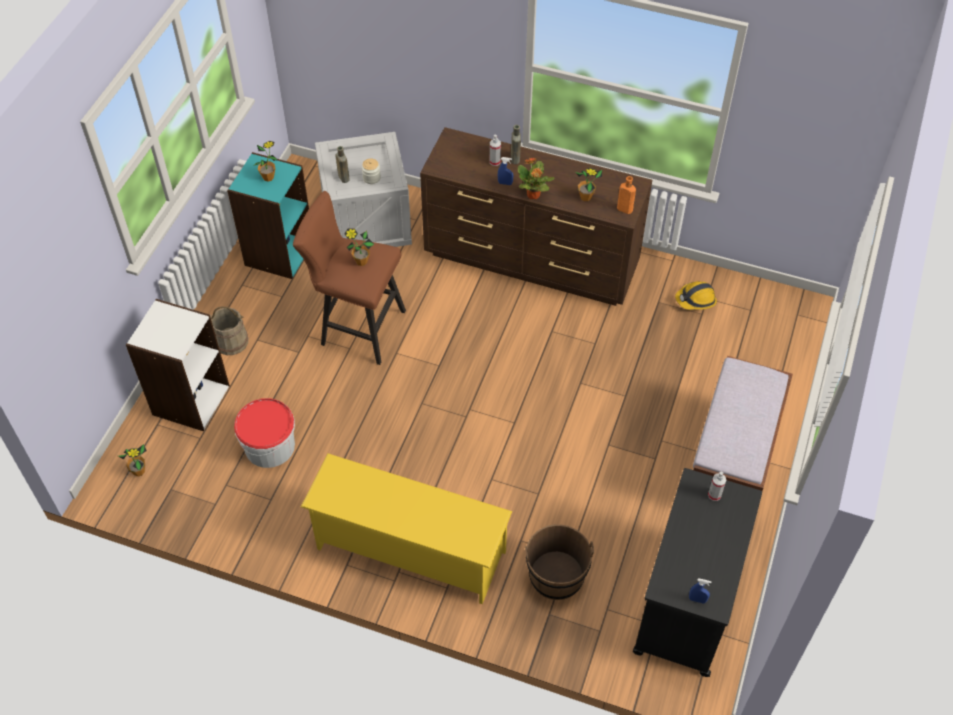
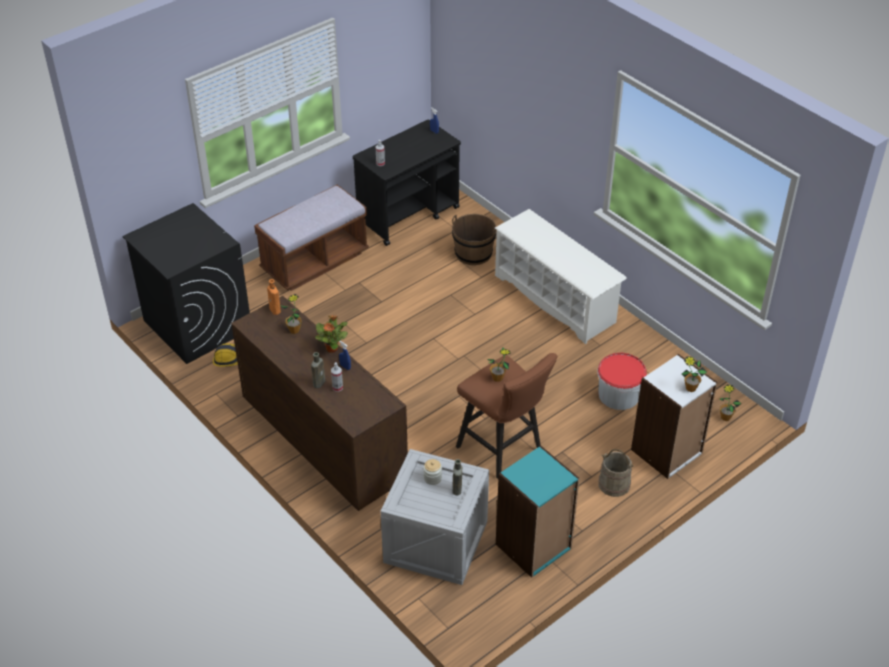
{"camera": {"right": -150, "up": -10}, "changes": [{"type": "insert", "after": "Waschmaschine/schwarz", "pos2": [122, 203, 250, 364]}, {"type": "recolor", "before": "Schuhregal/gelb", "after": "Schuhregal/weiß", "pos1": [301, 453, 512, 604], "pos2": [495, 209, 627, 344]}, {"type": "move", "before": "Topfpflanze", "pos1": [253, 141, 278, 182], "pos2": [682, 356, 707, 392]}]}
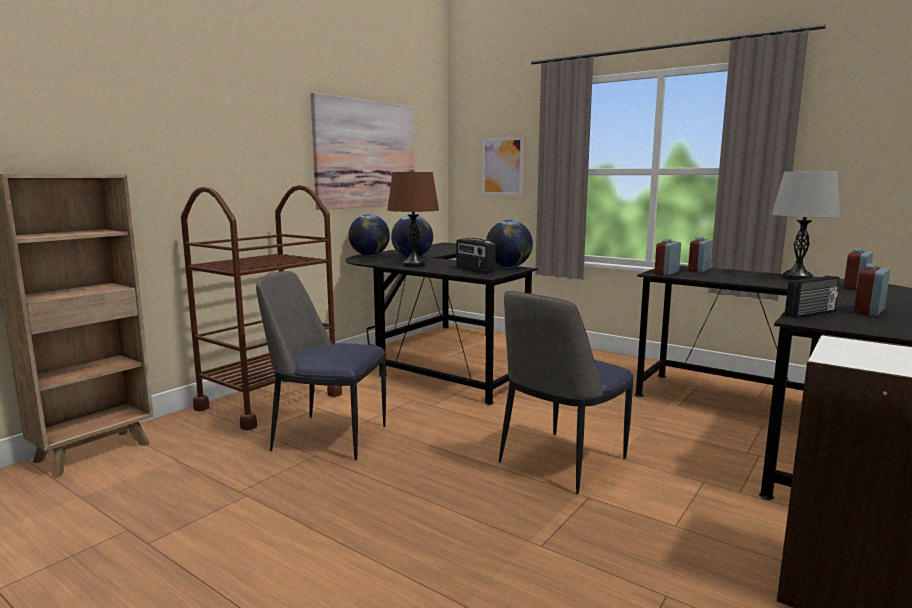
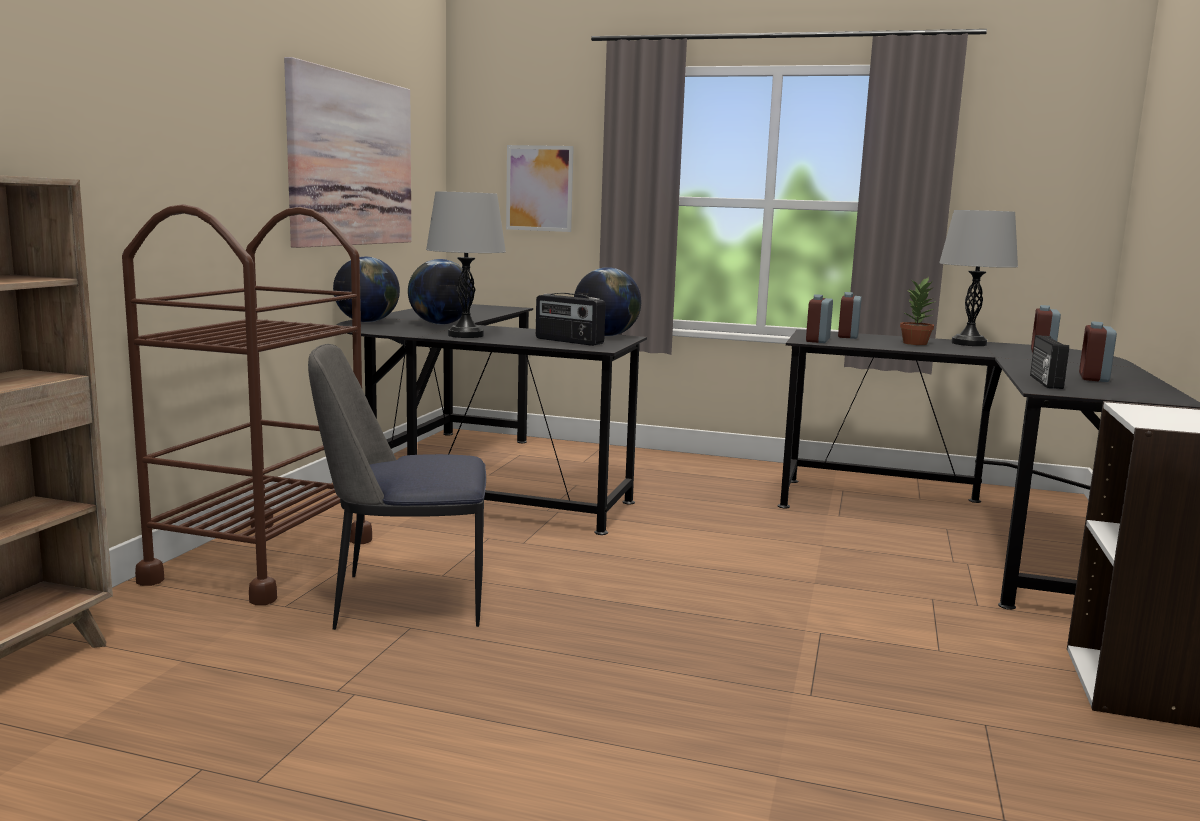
{"camera": {"right": -20, "up": 0}, "changes": [{"type": "recolor", "before": "Tischlampe/braun", "after": "Tischlampe/grau", "pos1": [387, 172, 439, 267], "pos2": [426, 191, 506, 338]}, {"type": "insert", "after": "Topfpflanze", "pos2": [900, 277, 936, 345]}, {"type": "rotate", "before": "Radio", "pos1": [785, 275, 839, 318], "pos2": [1030, 335, 1069, 389], "turn": 150}, {"type": "delete", "before": "Stuhl", "pos1": [499, 291, 634, 494]}]}
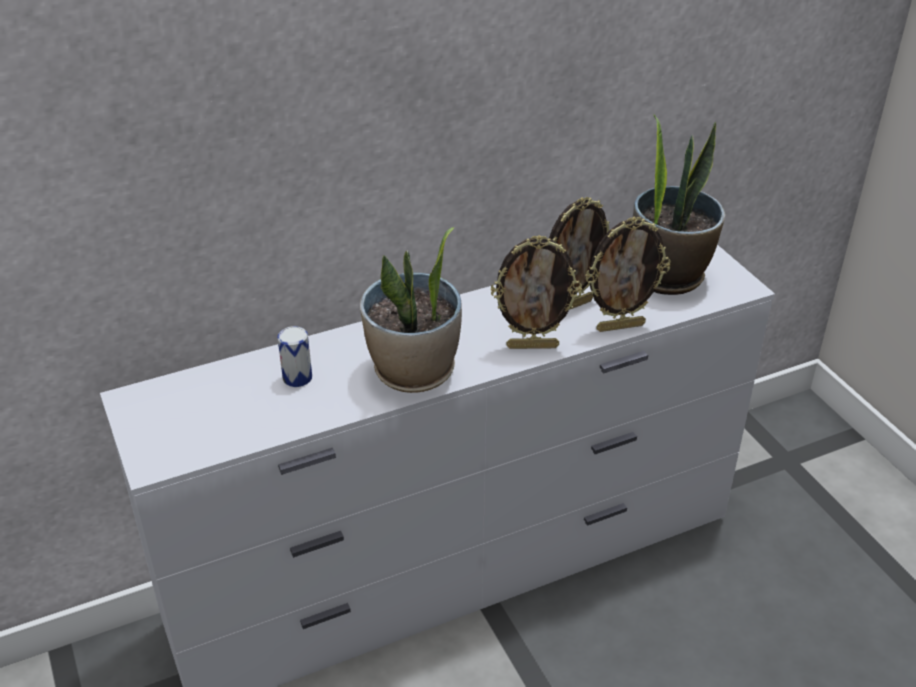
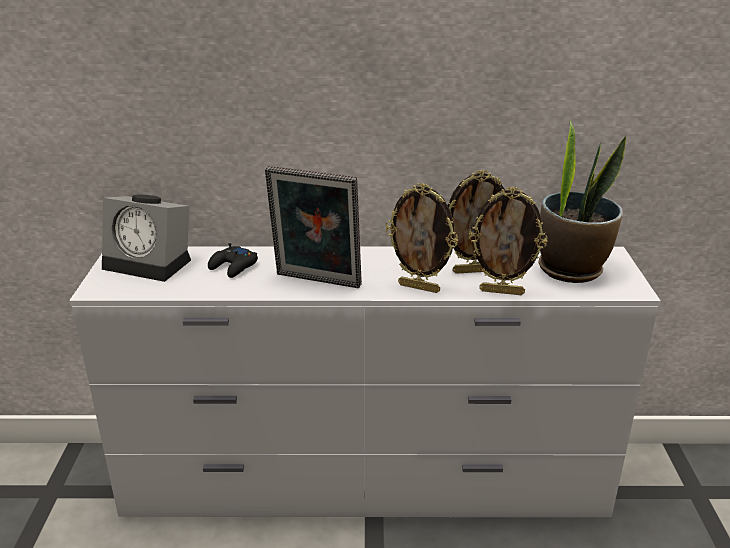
{"camera": {"right": 25, "up": -10}, "changes": [{"type": "insert", "after": "Wecker", "pos2": [102, 195, 191, 282]}, {"type": "replace", "before": "Dose", "after": "Gamepad/schwarz", "pos1": [277, 326, 312, 387], "pos2": [208, 243, 258, 278]}, {"type": "replace", "before": "Topfpflanze", "after": "Bilderrahmen", "pos1": [360, 227, 462, 393], "pos2": [265, 166, 362, 288]}]}
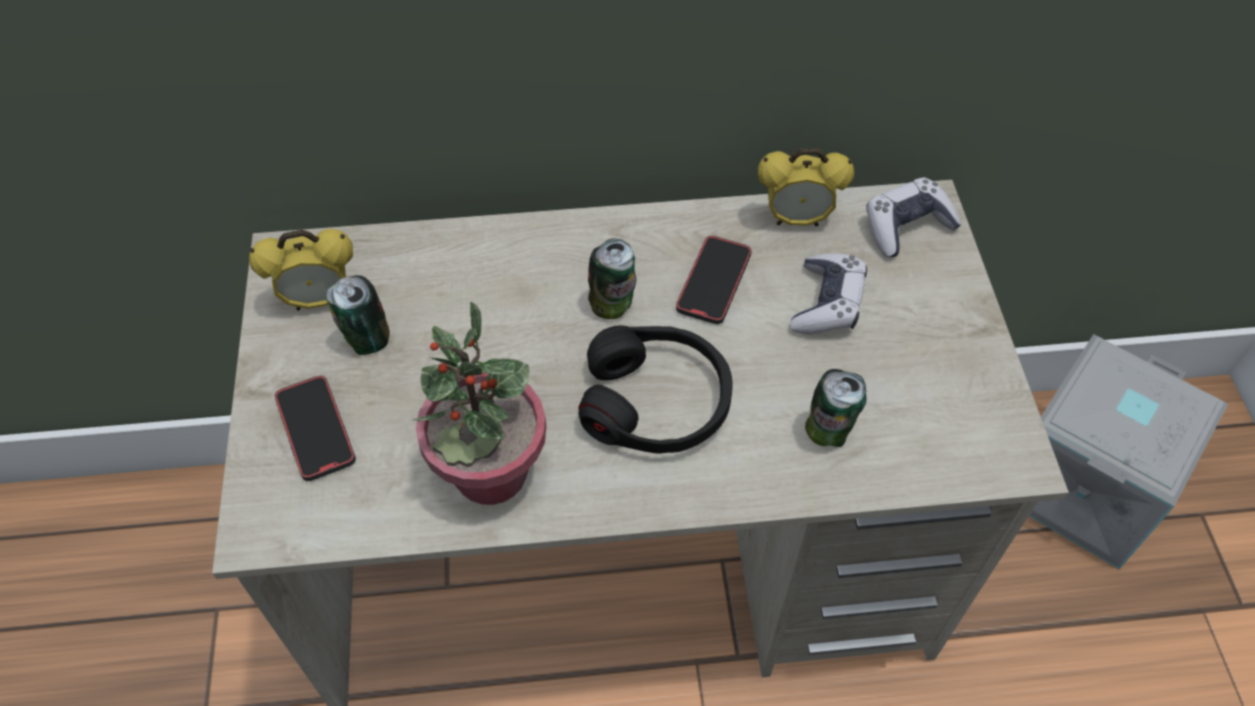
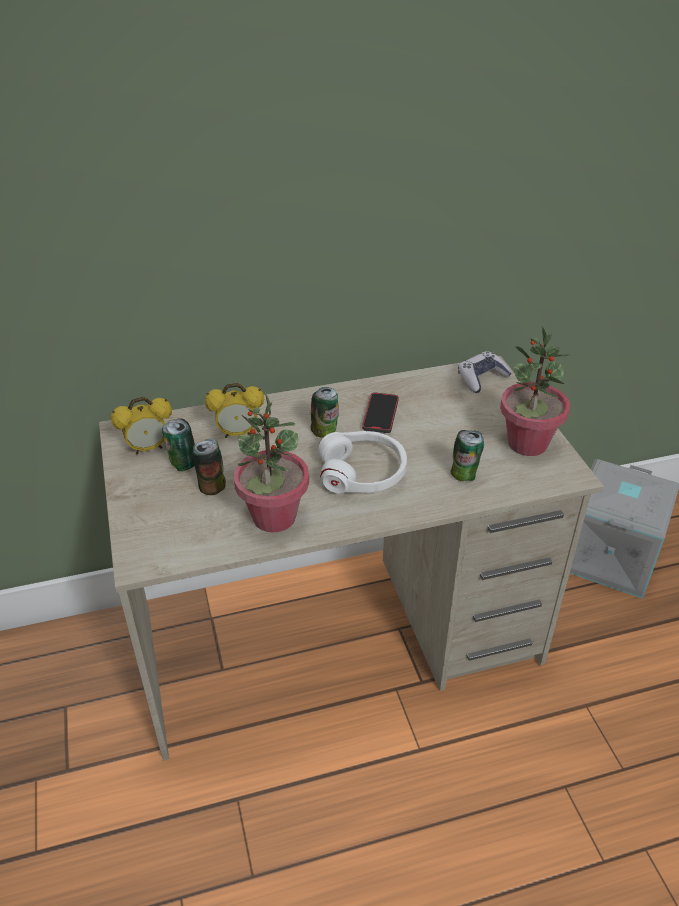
{"camera": {"right": -10, "up": -15}, "changes": [{"type": "insert", "after": "Dose", "pos2": [193, 439, 226, 495]}, {"type": "move", "before": "Wecker", "pos1": [758, 148, 854, 226], "pos2": [205, 383, 264, 438]}, {"type": "recolor", "before": "Kopfhörer/schwarz", "after": "Kopfhörer/weiß", "pos1": [579, 325, 732, 453], "pos2": [318, 431, 407, 494]}, {"type": "insert", "after": "Topfpflanze", "pos2": [500, 326, 571, 456]}, {"type": "delete", "before": "Handy", "pos1": [275, 376, 356, 481]}, {"type": "delete", "before": "Gamepad", "pos1": [790, 253, 867, 334]}]}
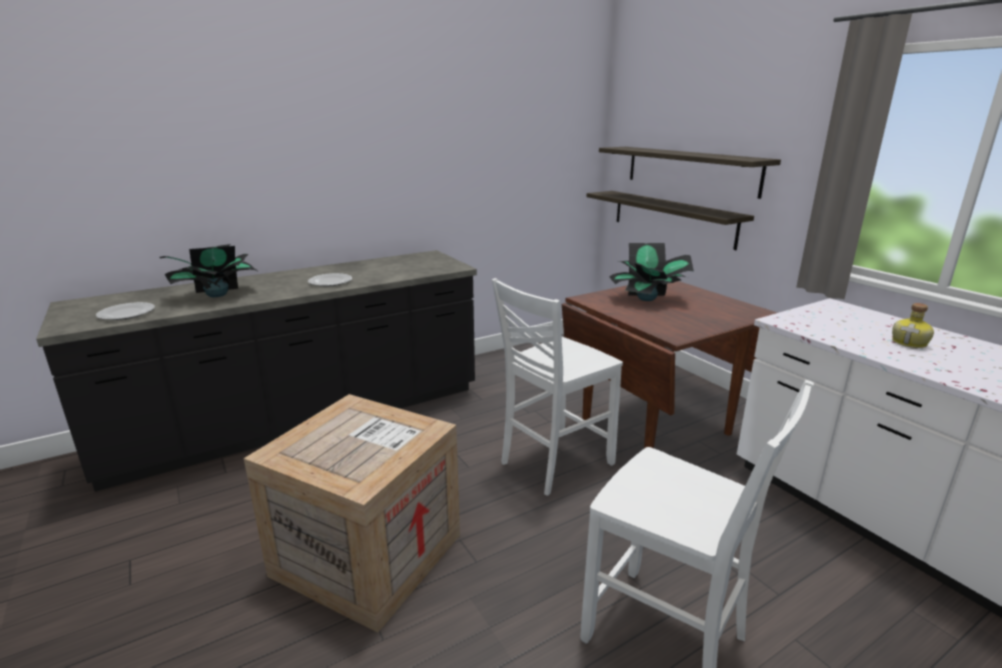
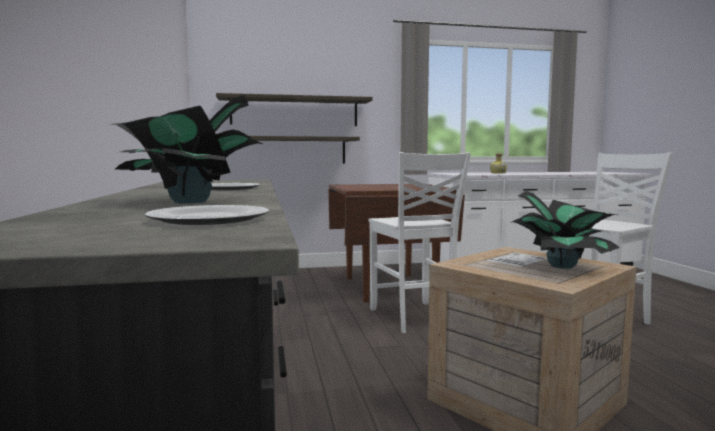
{"camera": {"right": -70, "up": -15}, "changes": [{"type": "move", "before": "Topfpflanze", "pos1": [609, 243, 694, 301], "pos2": [512, 191, 620, 269]}]}
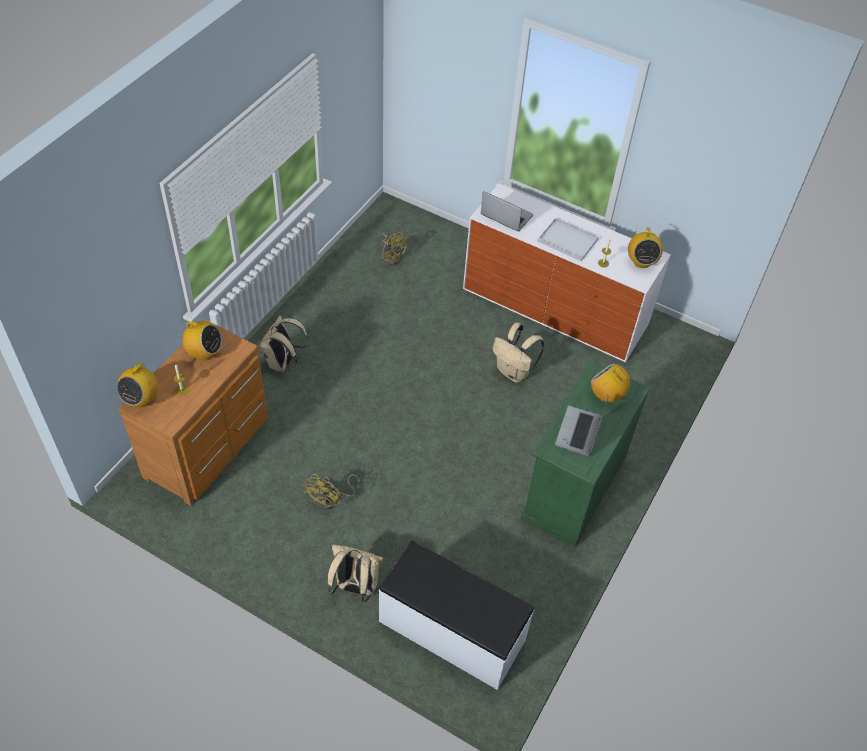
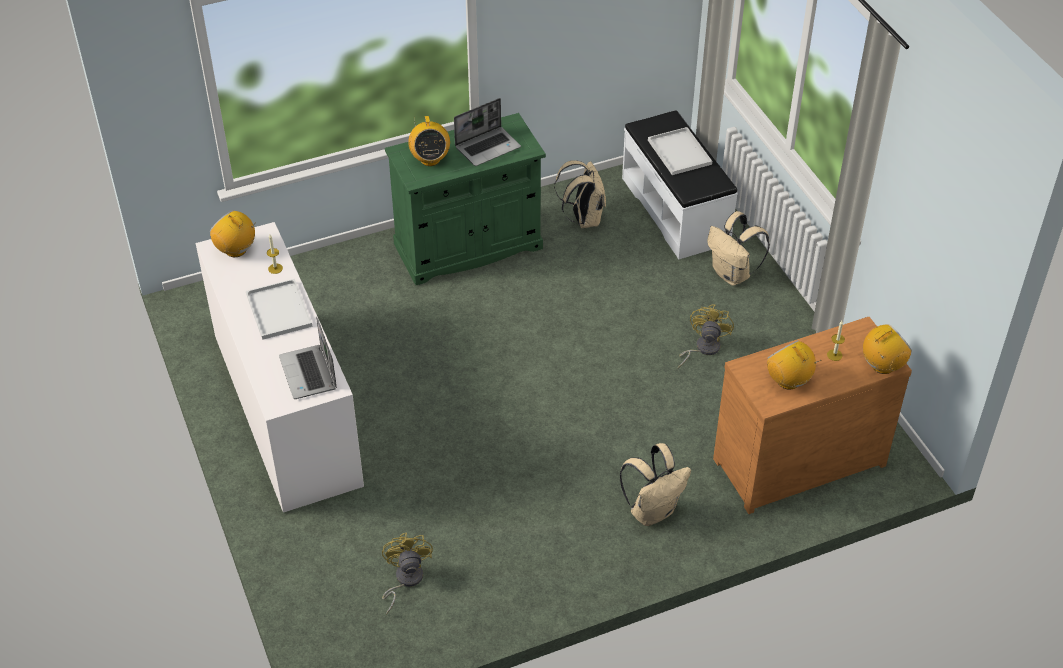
{"camera": {"right": -140, "up": -5}, "changes": [{"type": "rotate", "before": "Radio", "pos1": [628, 227, 663, 268], "pos2": [210, 210, 256, 257], "turn": -90}, {"type": "move", "before": "Rucksack/beige", "pos1": [493, 323, 544, 383], "pos2": [554, 160, 606, 228]}, {"type": "insert", "after": "Tablett/weiß", "pos2": [648, 127, 712, 175]}, {"type": "rotate", "before": "Ventilator/gelb", "pos1": [304, 474, 360, 509], "pos2": [678, 305, 734, 368], "turn": -45}]}
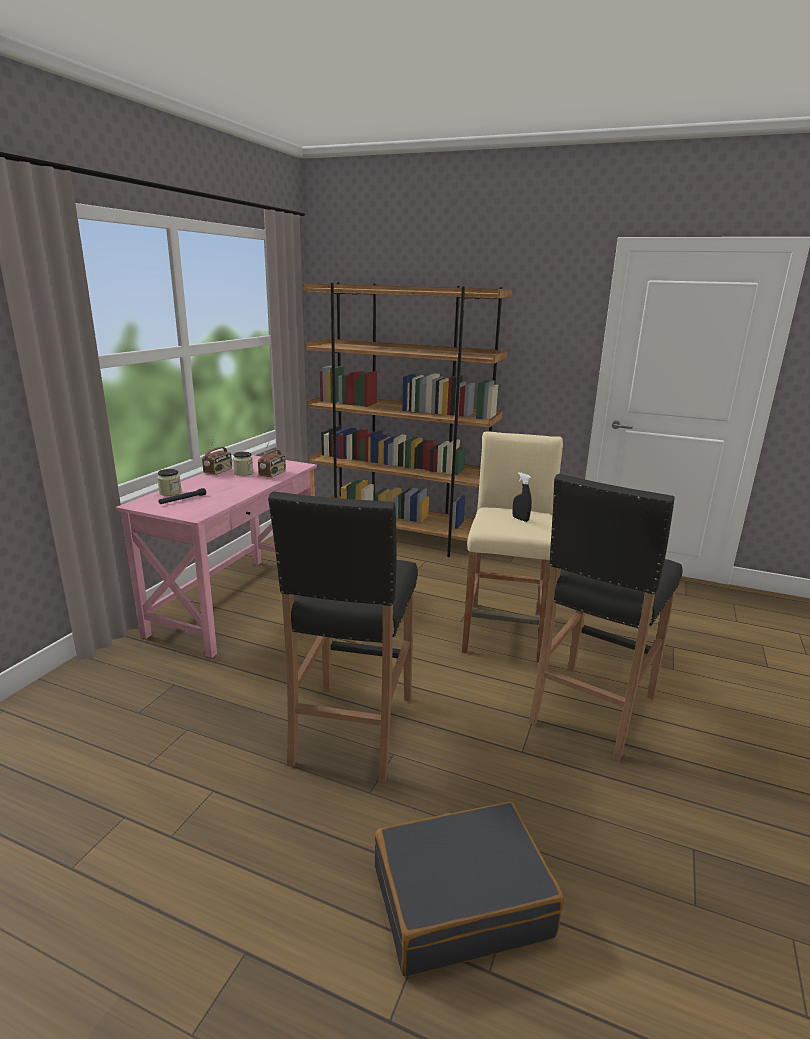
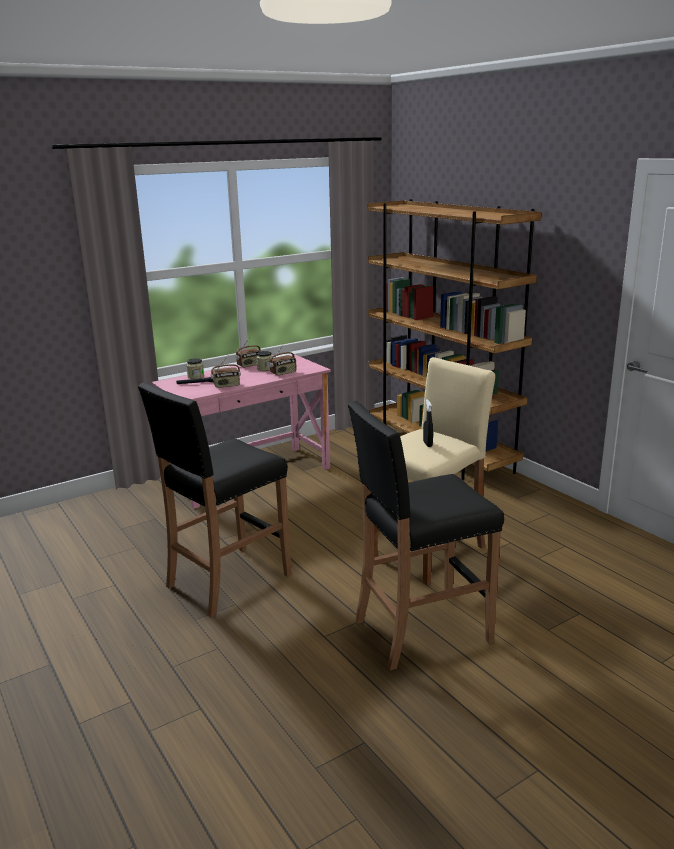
{"camera": {"right": 35, "up": 0}, "changes": [{"type": "insert", "after": "Radio", "pos2": [211, 355, 241, 388]}, {"type": "delete", "before": "Koffer/schwarz", "pos1": [375, 801, 564, 977]}]}
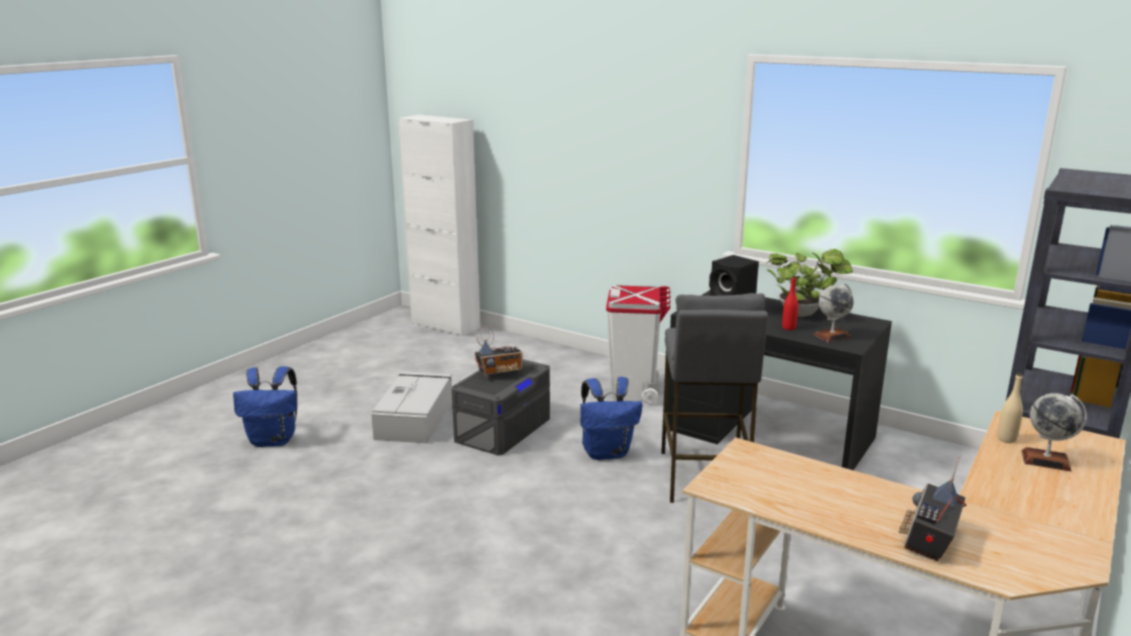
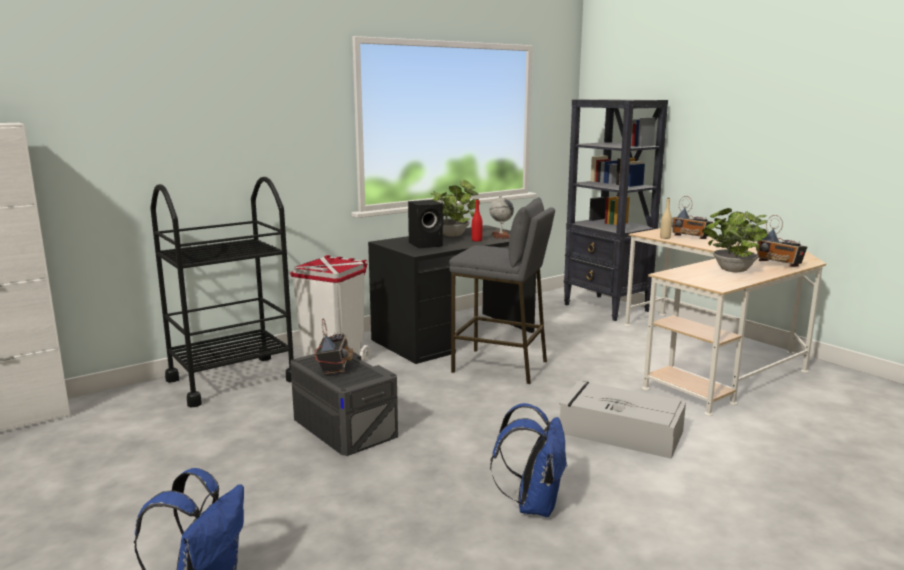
{"camera": {"right": -70, "up": -5}, "changes": [{"type": "insert", "after": "Rollwagen/schwarz", "pos2": [150, 177, 294, 408]}, {"type": "move", "before": "Rucksack/blau", "pos1": [580, 377, 642, 460], "pos2": [490, 403, 568, 518]}, {"type": "move", "before": "Aufbewahrungsbox/grau", "pos1": [371, 371, 452, 443], "pos2": [559, 381, 686, 459]}, {"type": "replace", "before": "Globus", "after": "Radio", "pos1": [1022, 393, 1087, 471], "pos2": [672, 196, 713, 239]}, {"type": "insert", "after": "Topfpflanze", "pos2": [702, 208, 768, 272]}]}
